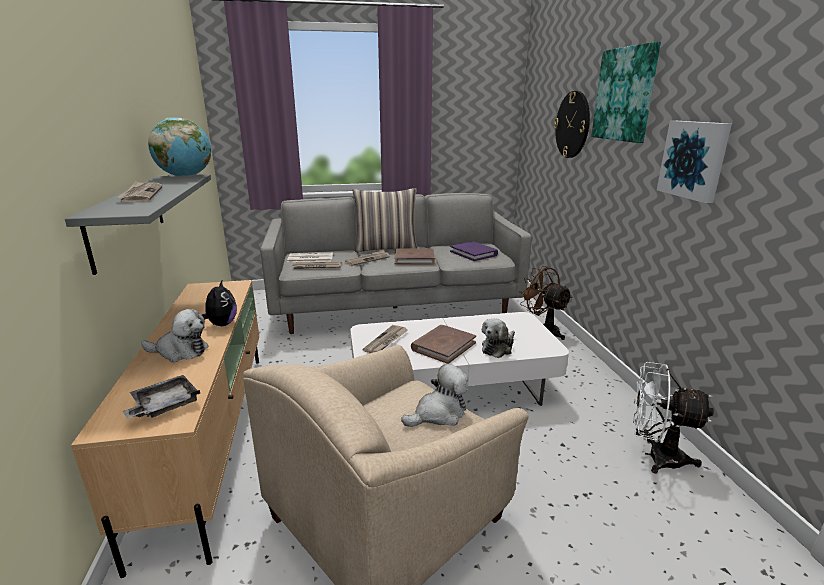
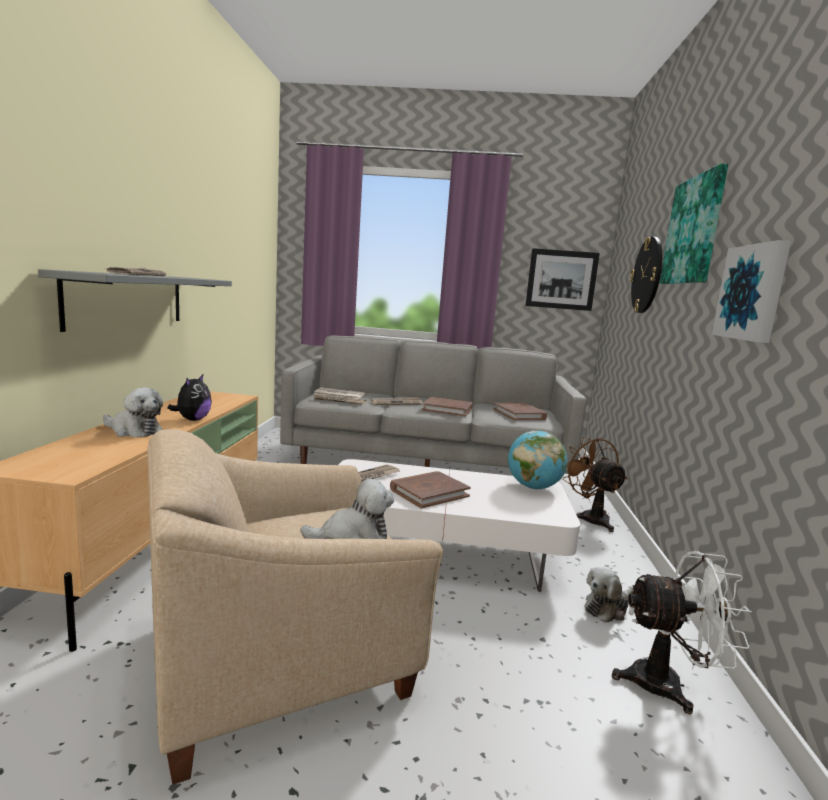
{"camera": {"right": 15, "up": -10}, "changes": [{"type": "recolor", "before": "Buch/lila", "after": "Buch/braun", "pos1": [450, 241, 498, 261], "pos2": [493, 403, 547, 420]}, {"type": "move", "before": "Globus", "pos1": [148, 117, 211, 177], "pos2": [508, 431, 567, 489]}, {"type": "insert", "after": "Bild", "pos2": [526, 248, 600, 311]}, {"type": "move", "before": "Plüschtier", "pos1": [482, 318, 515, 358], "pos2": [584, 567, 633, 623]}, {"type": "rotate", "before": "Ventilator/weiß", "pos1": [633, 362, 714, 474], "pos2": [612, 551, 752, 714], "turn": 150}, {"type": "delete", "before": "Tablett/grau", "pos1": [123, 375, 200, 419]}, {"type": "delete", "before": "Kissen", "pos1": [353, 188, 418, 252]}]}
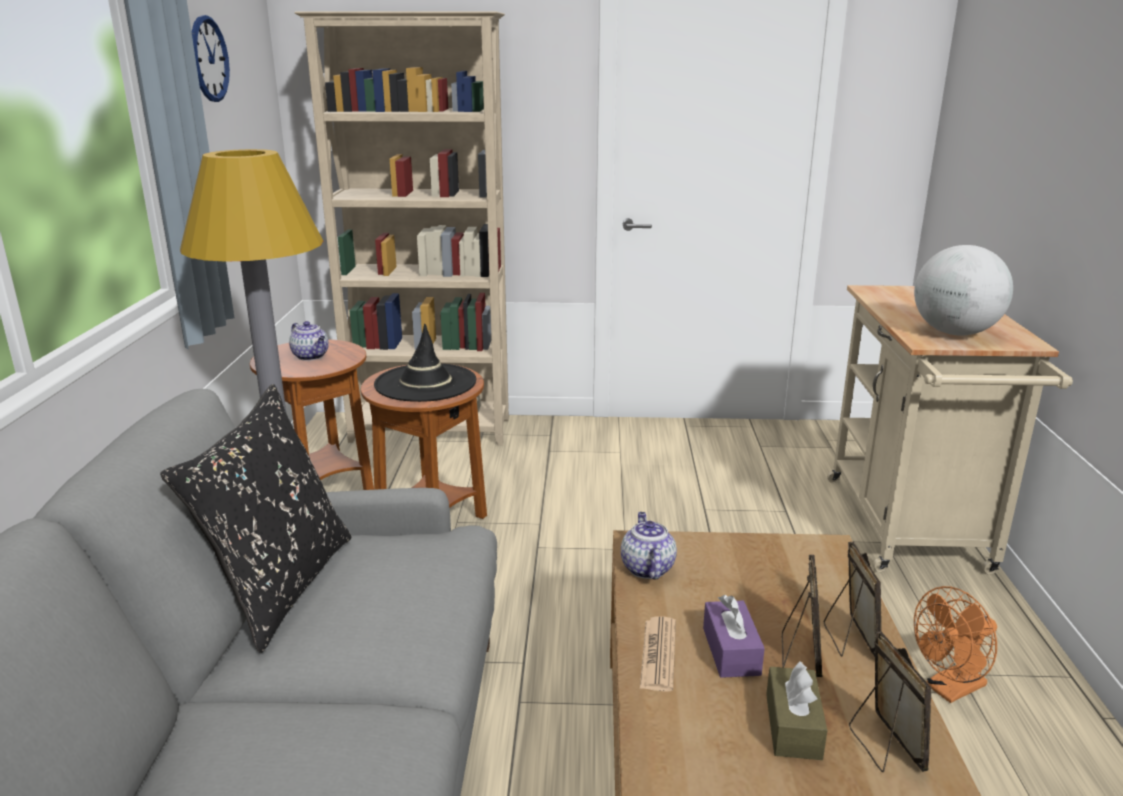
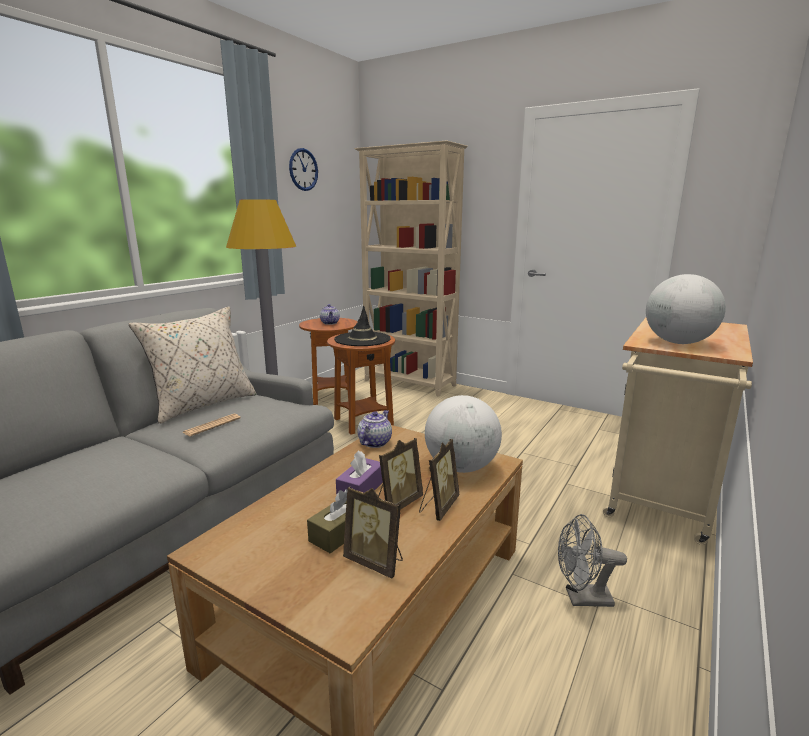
{"camera": {"right": 30, "up": -5}, "changes": [{"type": "recolor", "before": "Kissen/schwarz", "after": "Kissen/beige", "pos1": [160, 384, 352, 653], "pos2": [129, 306, 257, 424]}, {"type": "move", "before": "Zeitung", "pos1": [640, 616, 676, 692], "pos2": [182, 414, 241, 436]}, {"type": "rotate", "before": "Bilderrahmen", "pos1": [849, 631, 932, 772], "pos2": [343, 487, 403, 578], "turn": 105}, {"type": "insert", "after": "Globus", "pos2": [425, 395, 502, 473]}, {"type": "recolor", "before": "Ventilator/orange", "after": "Ventilator/grau", "pos1": [914, 586, 997, 703], "pos2": [558, 514, 627, 607]}]}
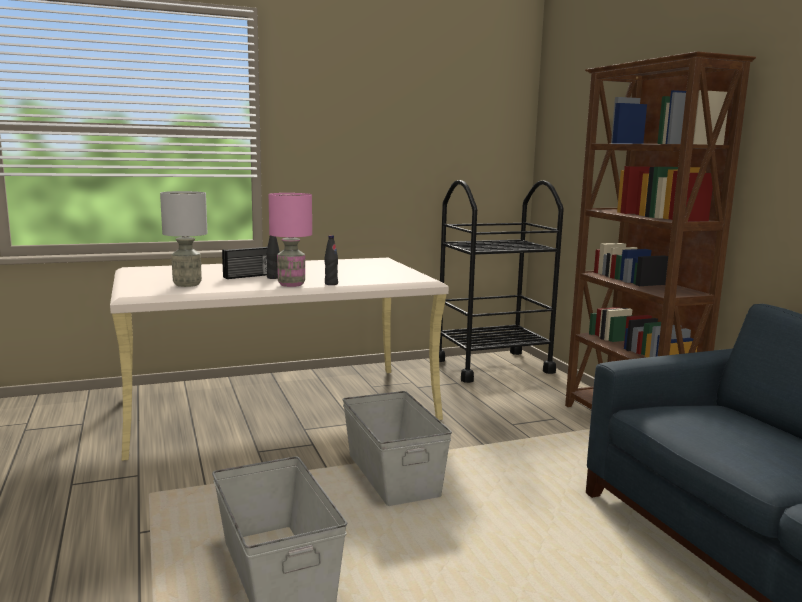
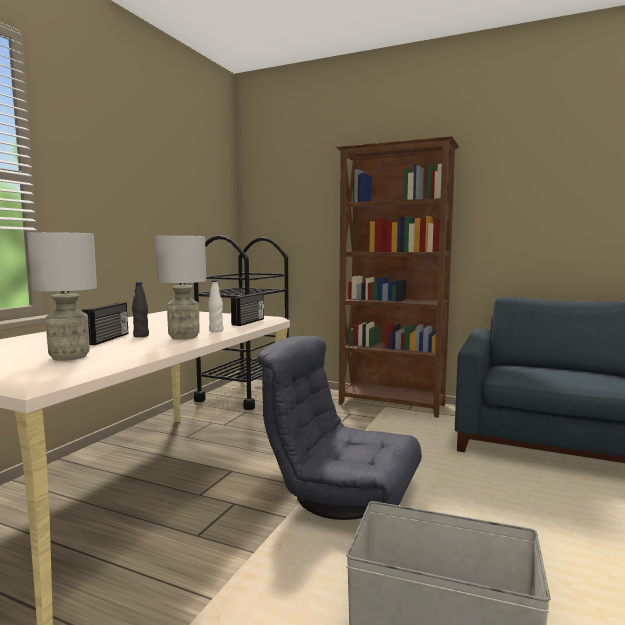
{"camera": {"right": -45, "up": -5}, "changes": [{"type": "recolor", "before": "Tischlampe/rosa", "after": "Tischlampe/grau", "pos1": [269, 193, 312, 287], "pos2": [155, 236, 206, 340]}, {"type": "recolor", "before": "Flasche/schwarz", "after": "Flasche/weiß", "pos1": [324, 235, 338, 285], "pos2": [208, 280, 223, 332]}, {"type": "insert", "after": "Radio", "pos2": [231, 293, 264, 326]}, {"type": "replace", "before": "Aufbewahrungsbox/grau", "after": "Sessel/grau", "pos1": [343, 391, 452, 506], "pos2": [257, 336, 422, 520]}]}
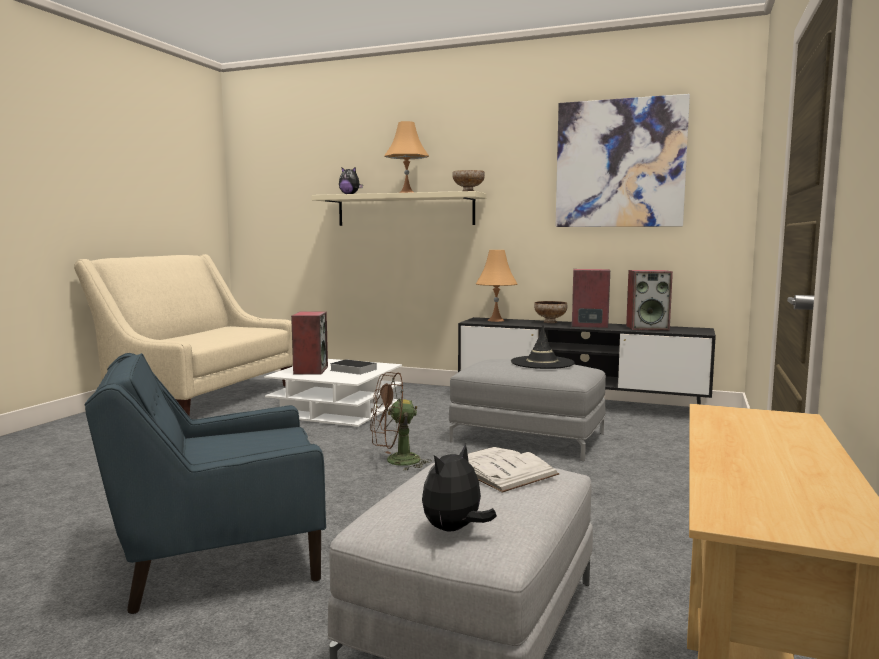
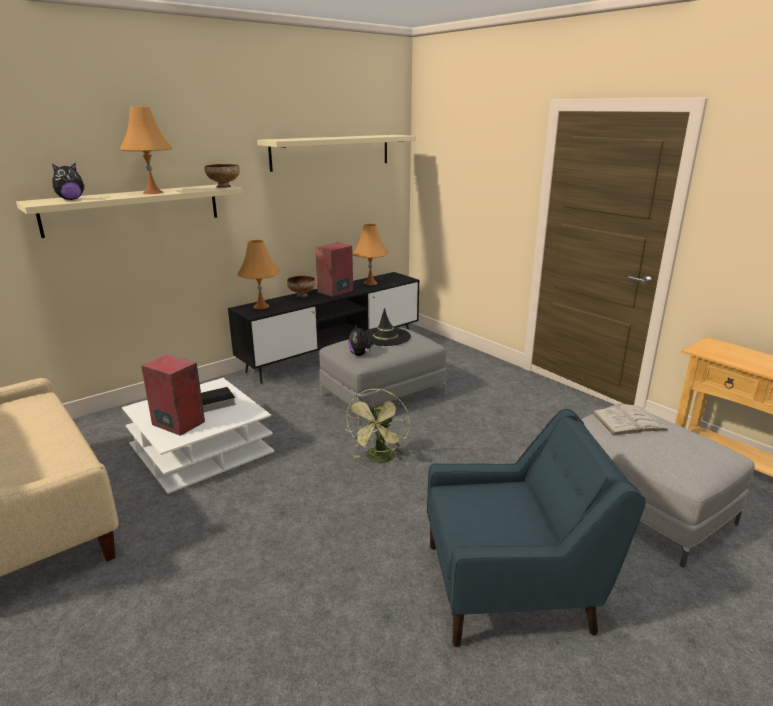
{"camera": {"right": -60, "up": 15}, "changes": [{"type": "replace", "before": "Bild", "after": "Wandregal/beige", "pos1": [556, 94, 690, 227], "pos2": [257, 135, 416, 172]}, {"type": "recolor", "before": "Ventilator/braun", "after": "Ventilator/grün", "pos1": [370, 372, 432, 471], "pos2": [345, 389, 410, 463]}, {"type": "move", "before": "Plüschtier", "pos1": [422, 443, 497, 531], "pos2": [348, 324, 373, 356]}, {"type": "replace", "before": "Lautsprecher", "after": "Tischlampe/orange", "pos1": [626, 270, 673, 330], "pos2": [353, 224, 388, 285]}, {"type": "rotate", "before": "Sessel/blau", "pos1": [85, 353, 326, 614], "pos2": [427, 409, 646, 647], "turn": -105}]}
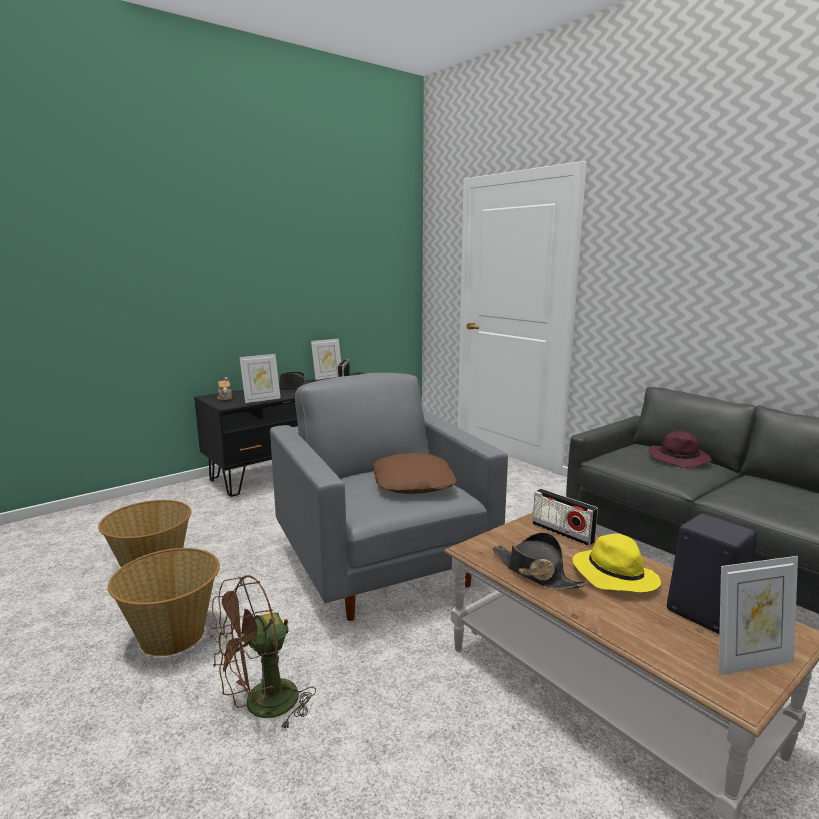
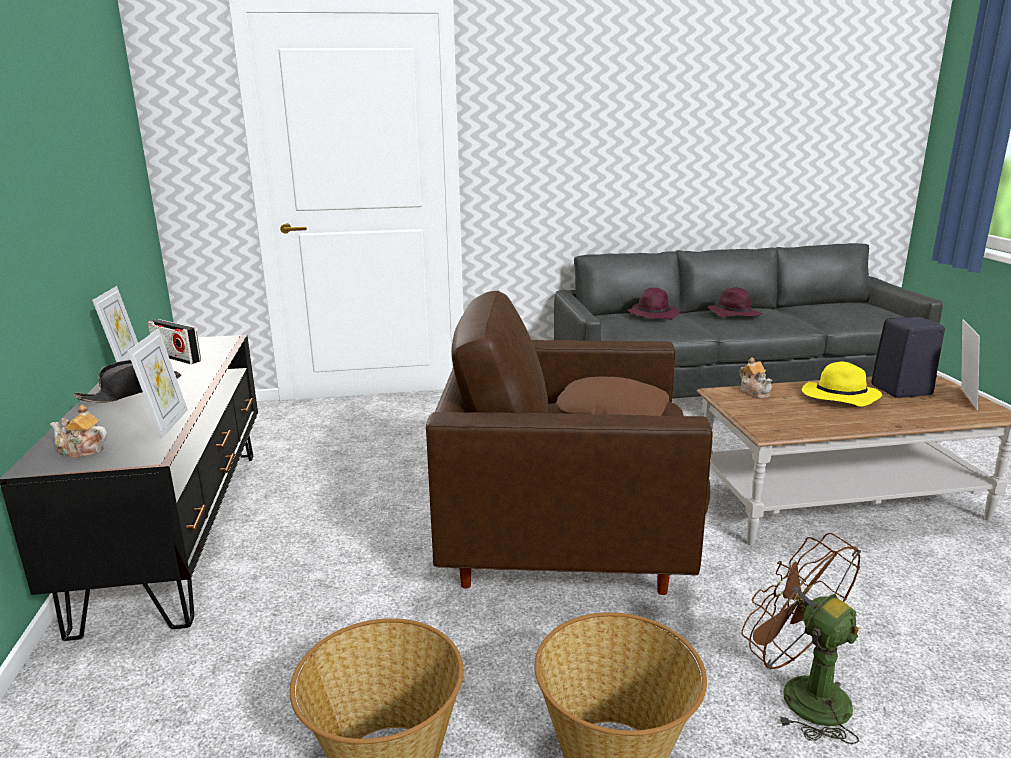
{"camera": {"right": -60, "up": 5}, "changes": [{"type": "recolor", "before": "Sessel/grau", "after": "Sessel/braun", "pos1": [270, 373, 508, 621], "pos2": [426, 291, 713, 595]}, {"type": "insert", "after": "Hut/lila", "pos2": [708, 287, 762, 317]}, {"type": "replace", "before": "Radio", "after": "Teekanne", "pos1": [533, 489, 598, 546], "pos2": [739, 357, 772, 399]}, {"type": "rotate", "before": "Ventilator/braun", "pos1": [210, 575, 316, 731], "pos2": [741, 533, 861, 744], "turn": 150}, {"type": "delete", "before": "Hut/schwarz", "pos1": [492, 532, 587, 589]}]}
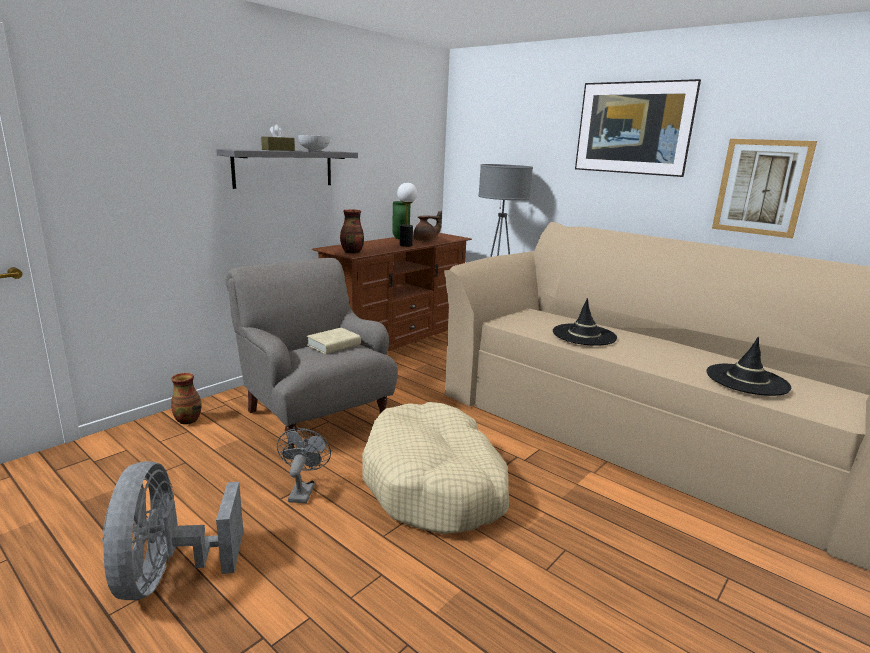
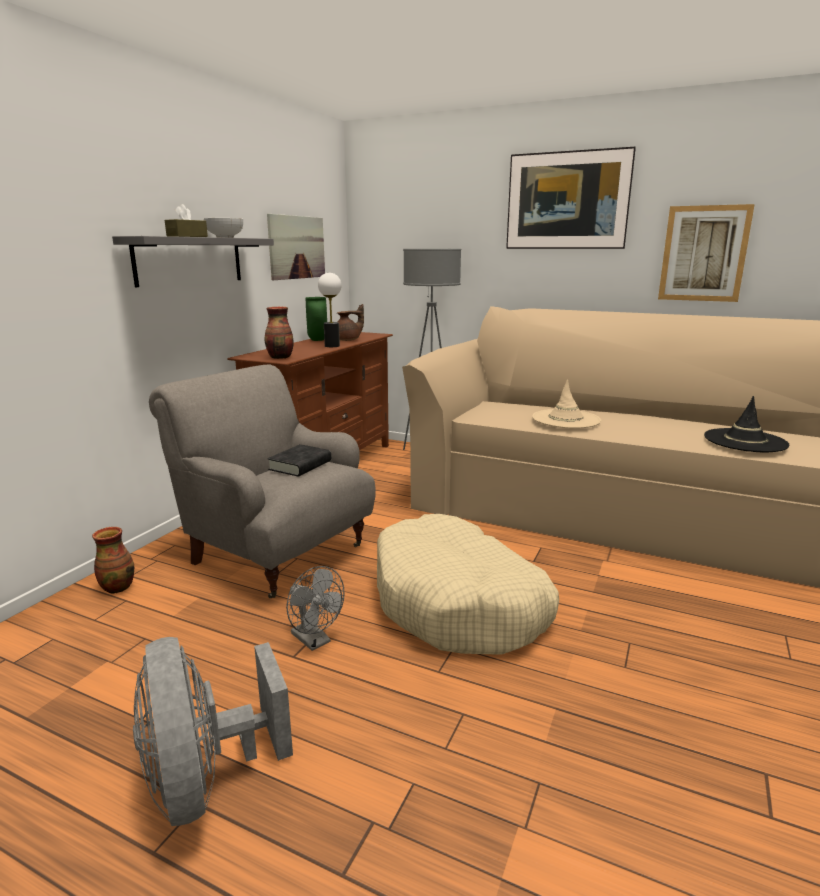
{"camera": {"right": -15, "up": 0}, "changes": [{"type": "insert", "after": "Bild", "pos2": [267, 214, 325, 280]}, {"type": "recolor", "before": "Buch/beige", "after": "Buch/schwarz", "pos1": [307, 327, 361, 354], "pos2": [267, 444, 331, 477]}, {"type": "rotate", "before": "Ventilator/grau", "pos1": [277, 428, 331, 503], "pos2": [286, 566, 344, 651], "turn": 150}, {"type": "recolor", "before": "Hut/schwarz", "after": "Hut/beige", "pos1": [553, 298, 617, 346], "pos2": [532, 379, 601, 429]}]}
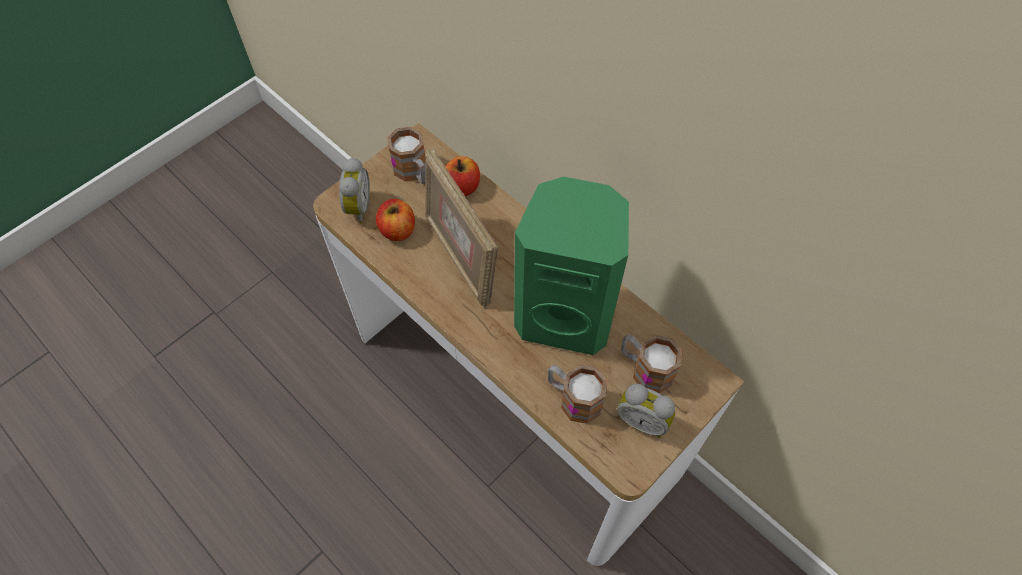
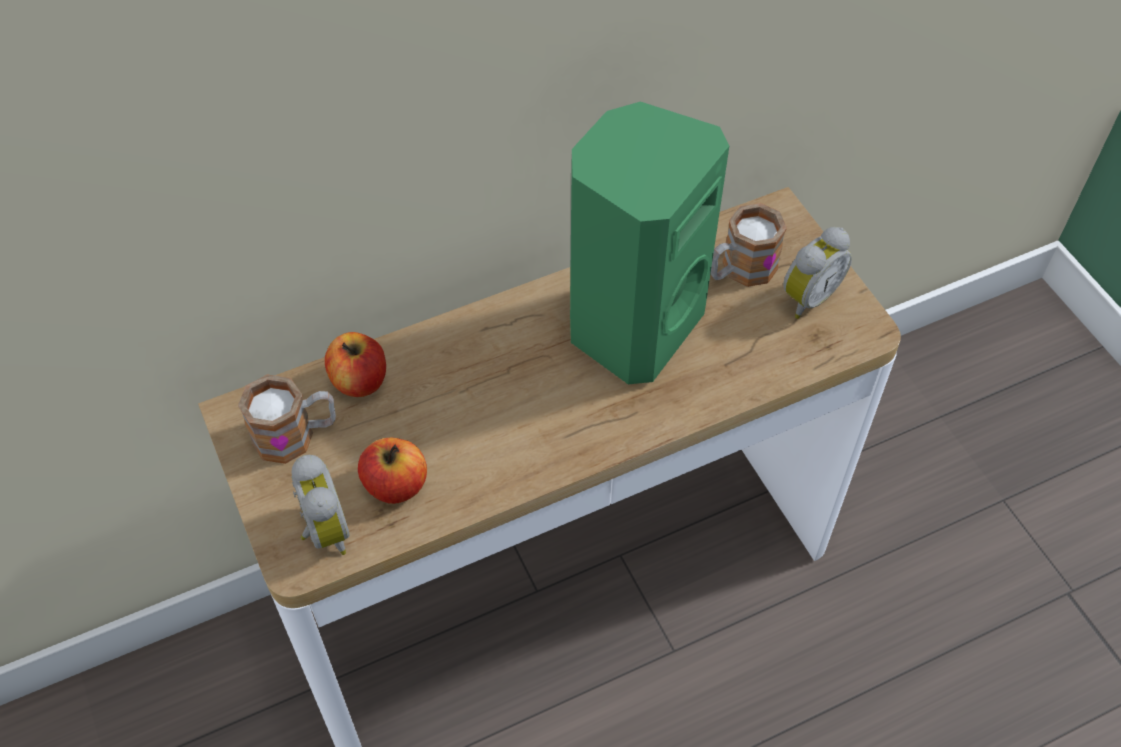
{"camera": {"right": -70, "up": -5}, "changes": [{"type": "rotate", "before": "Wecker", "pos1": [339, 158, 370, 224], "pos2": [292, 455, 350, 555], "turn": 45}, {"type": "delete", "before": "Bilderrahmen", "pos1": [425, 149, 498, 308]}, {"type": "delete", "before": "Henkelbecher", "pos1": [548, 364, 608, 424]}]}
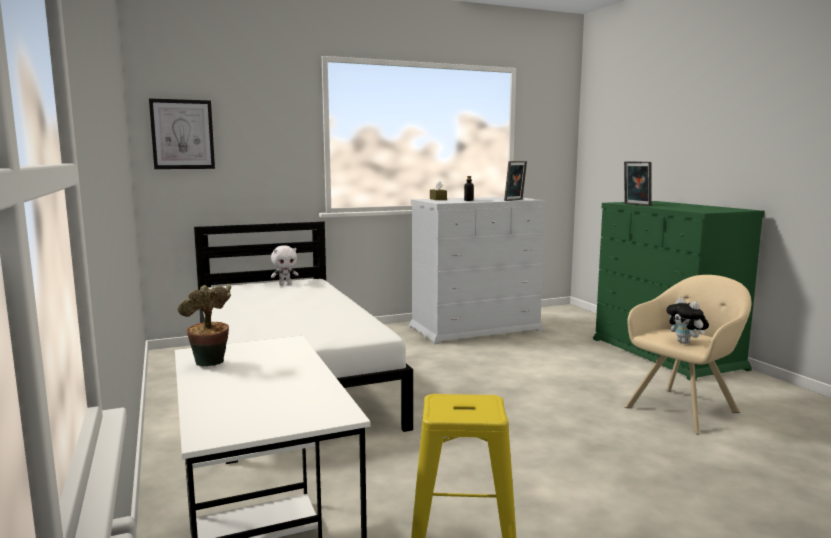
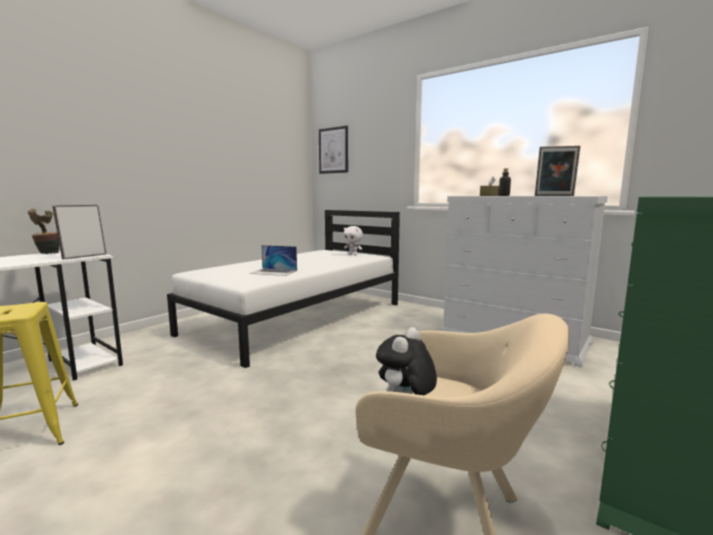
{"camera": {"right": 60, "up": 0}, "changes": [{"type": "move", "before": "Bilderrahmen", "pos1": [624, 161, 652, 206], "pos2": [52, 205, 106, 260]}, {"type": "insert", "after": "Laptop", "pos2": [249, 245, 297, 276]}]}
